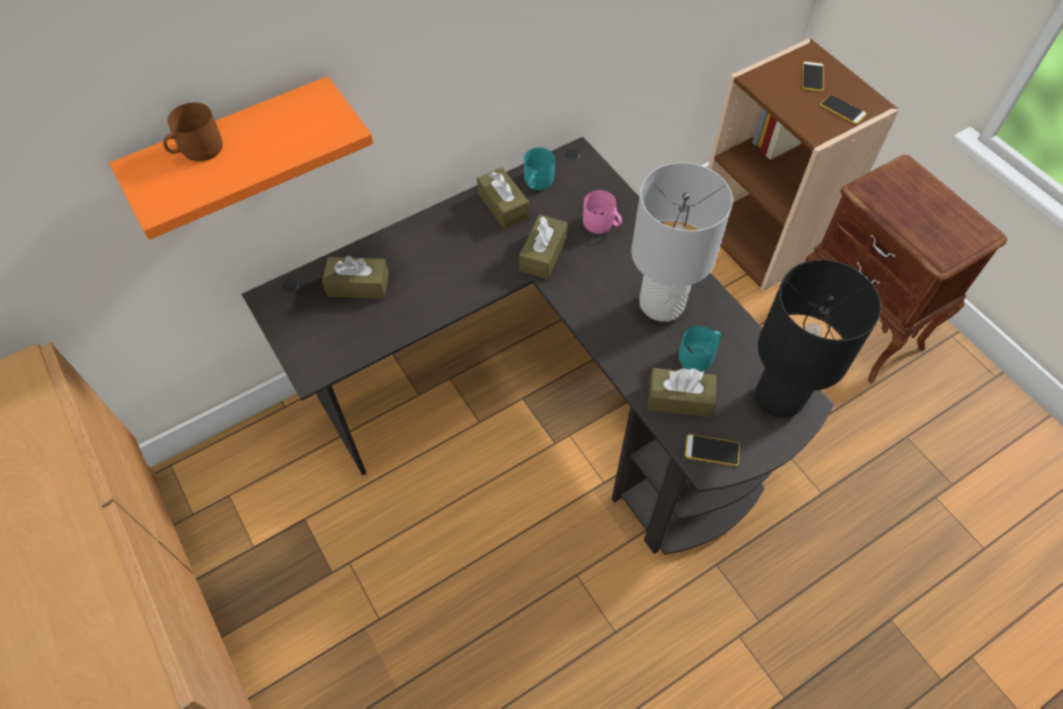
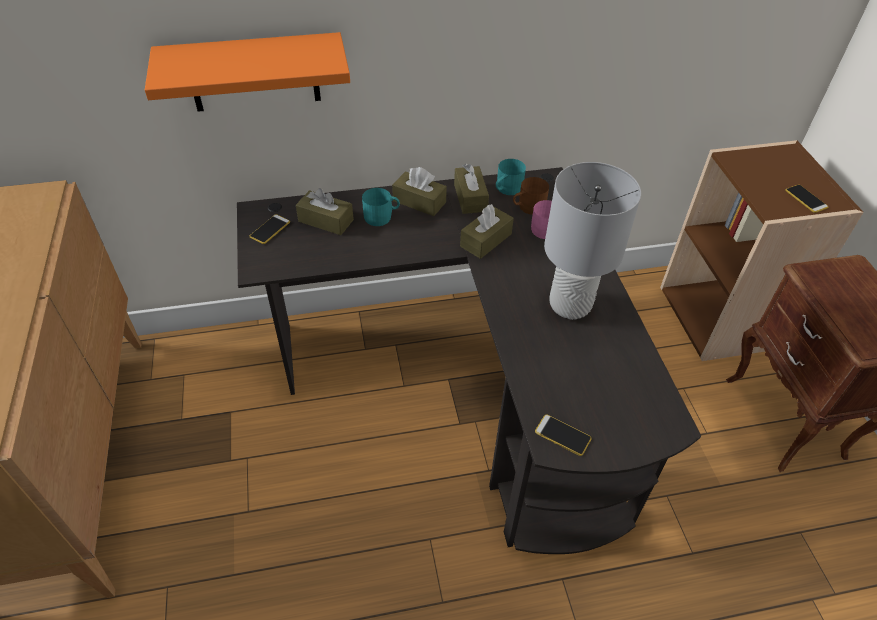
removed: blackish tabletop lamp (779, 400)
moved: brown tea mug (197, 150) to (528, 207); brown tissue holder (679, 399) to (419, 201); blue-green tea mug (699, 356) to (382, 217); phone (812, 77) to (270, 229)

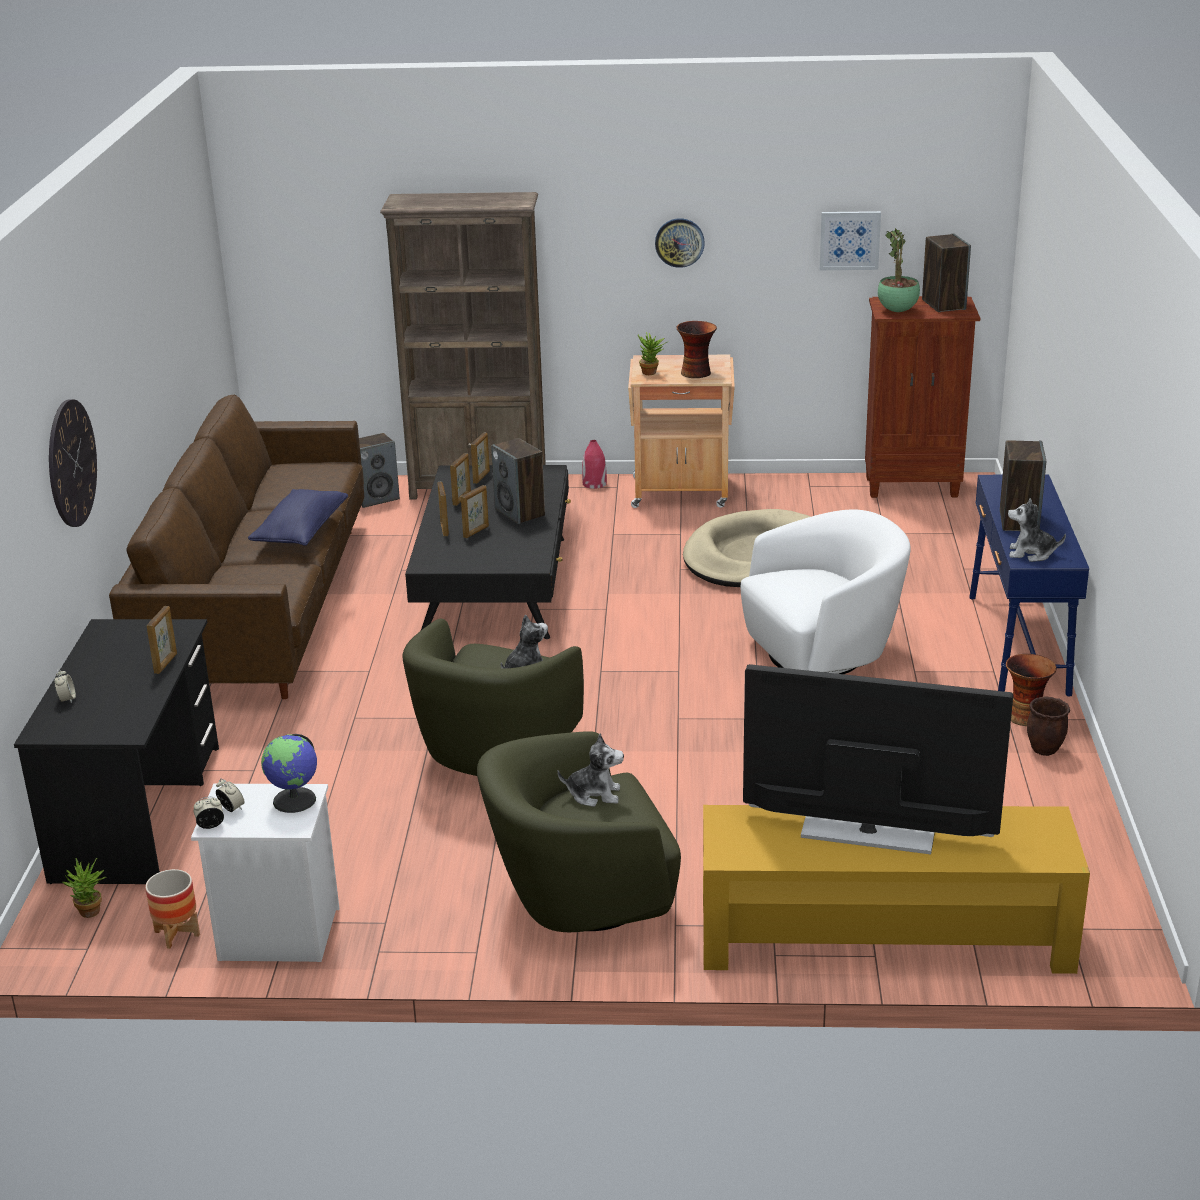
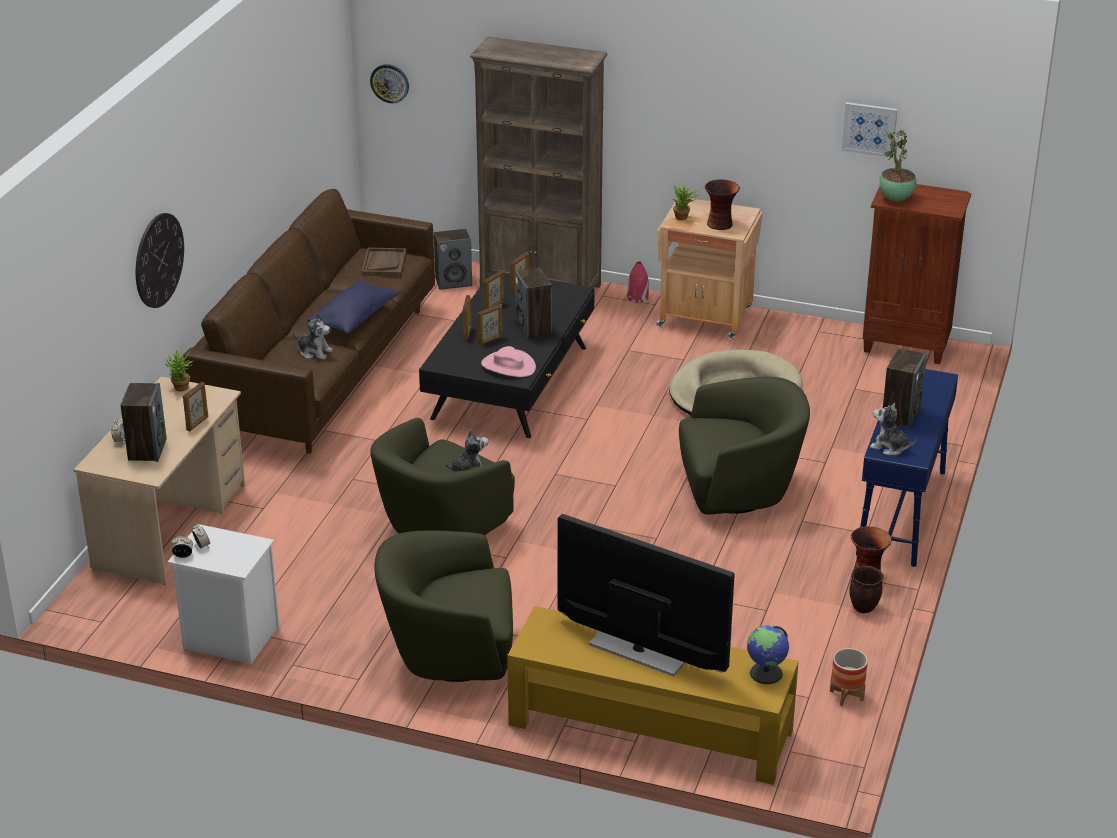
added: brown carrying tray (384, 264); pink-coloured clothing hat (508, 366)
moved: plant in a pot (91, 914) to (181, 389); plant pot (177, 933) to (846, 695); world globe (295, 800) to (766, 673); plush toy (594, 794) to (314, 352); hanging clock (679, 242) to (390, 83); speaker (943, 304) to (147, 449)
recoloured: blackish desk table (138, 812) to sand-coloured desk table (170, 526); white-coloured easy chair (824, 652) to green-coloured easy chair (739, 490)

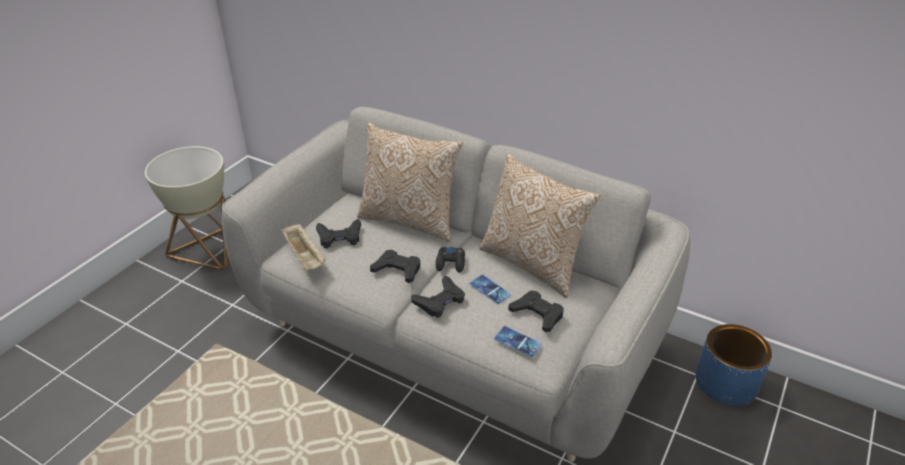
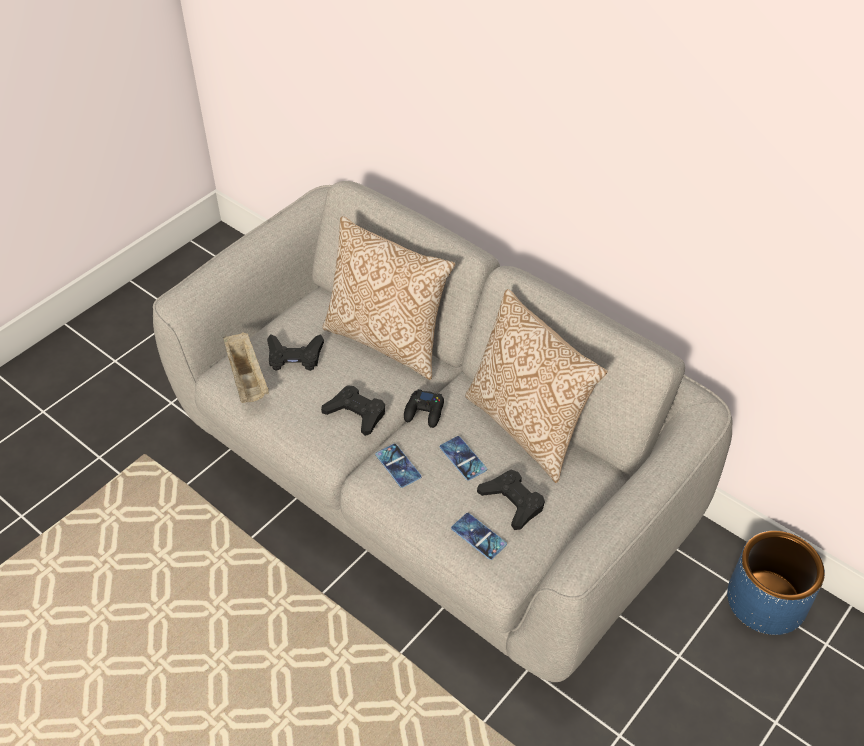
removed: plant pot (207, 250)
replaced: blackish gamepad (440, 301) to phone (398, 466)

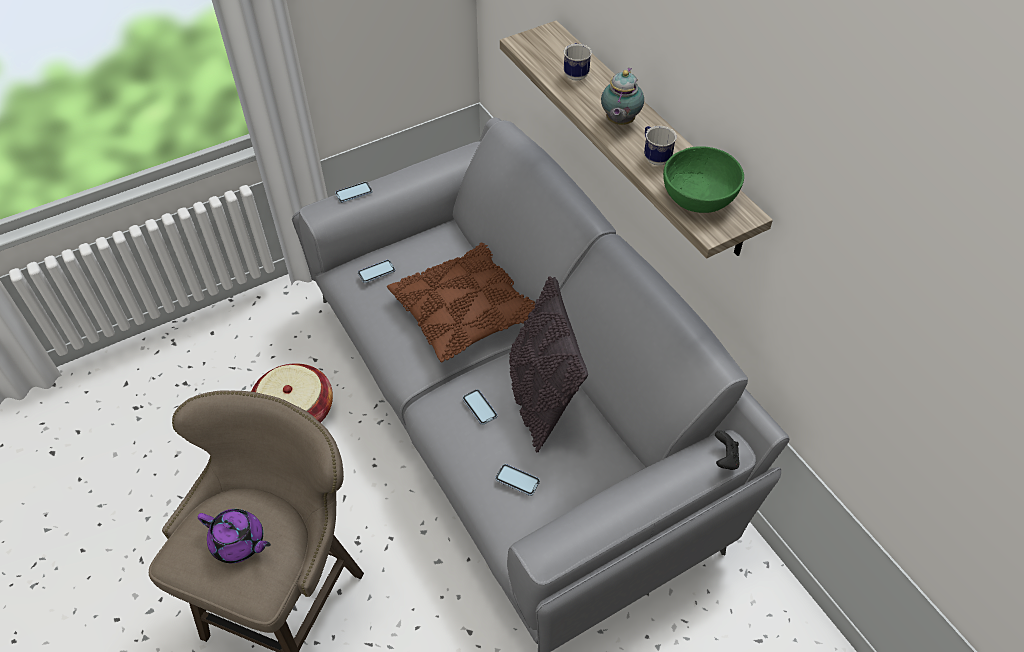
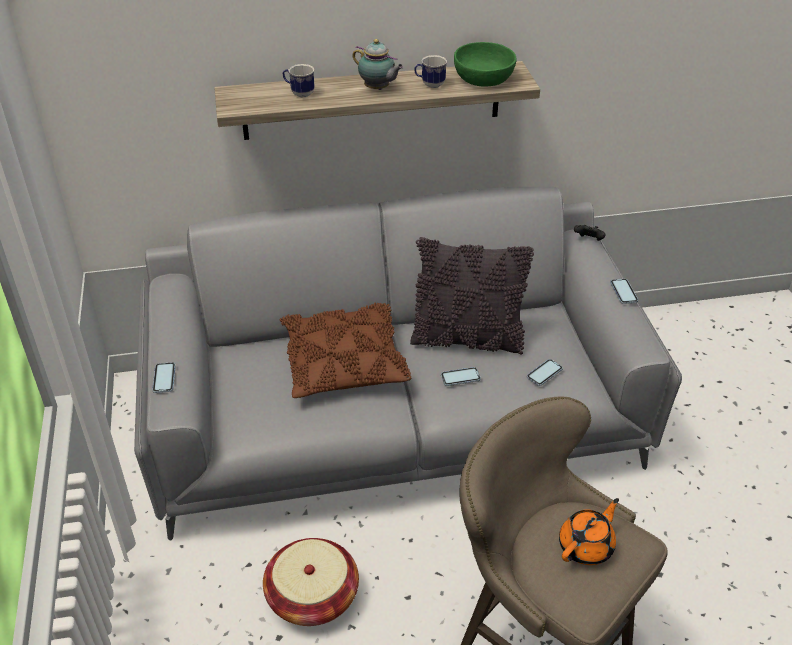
moved: phone (376, 272) to (623, 292)
recoloured: purple pot for tea (239, 543) to orange-coloured pot for tea (586, 546)

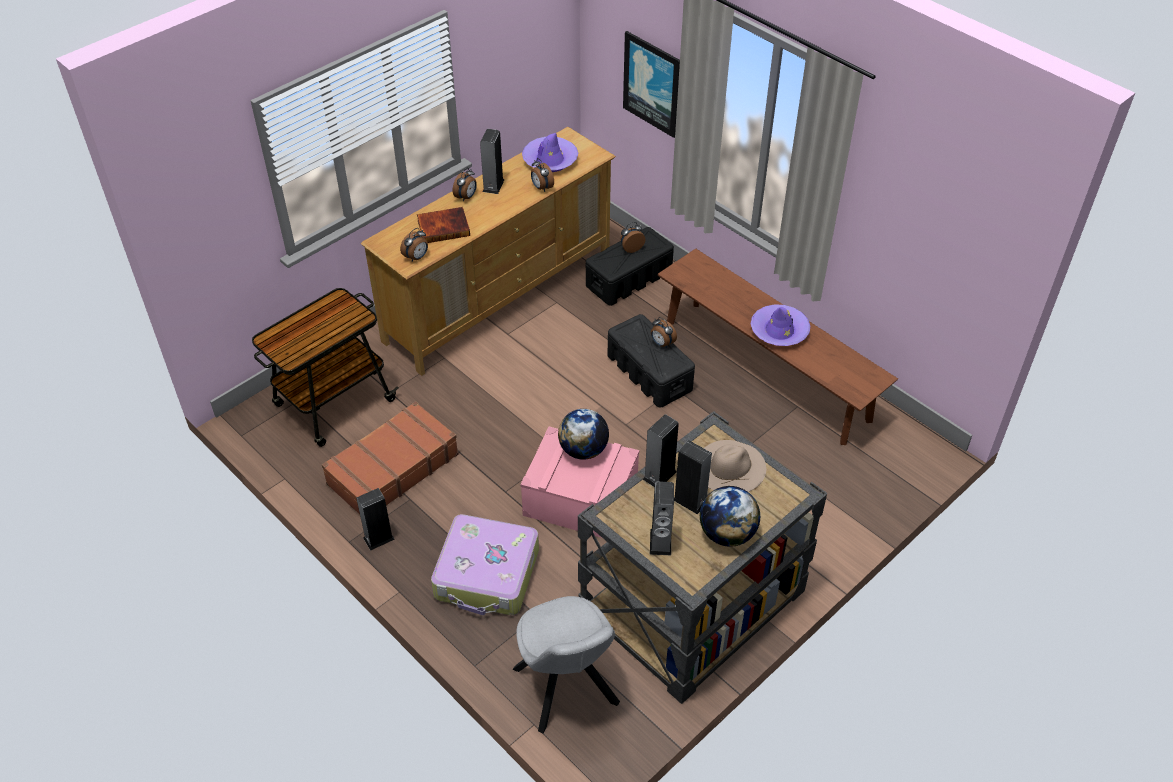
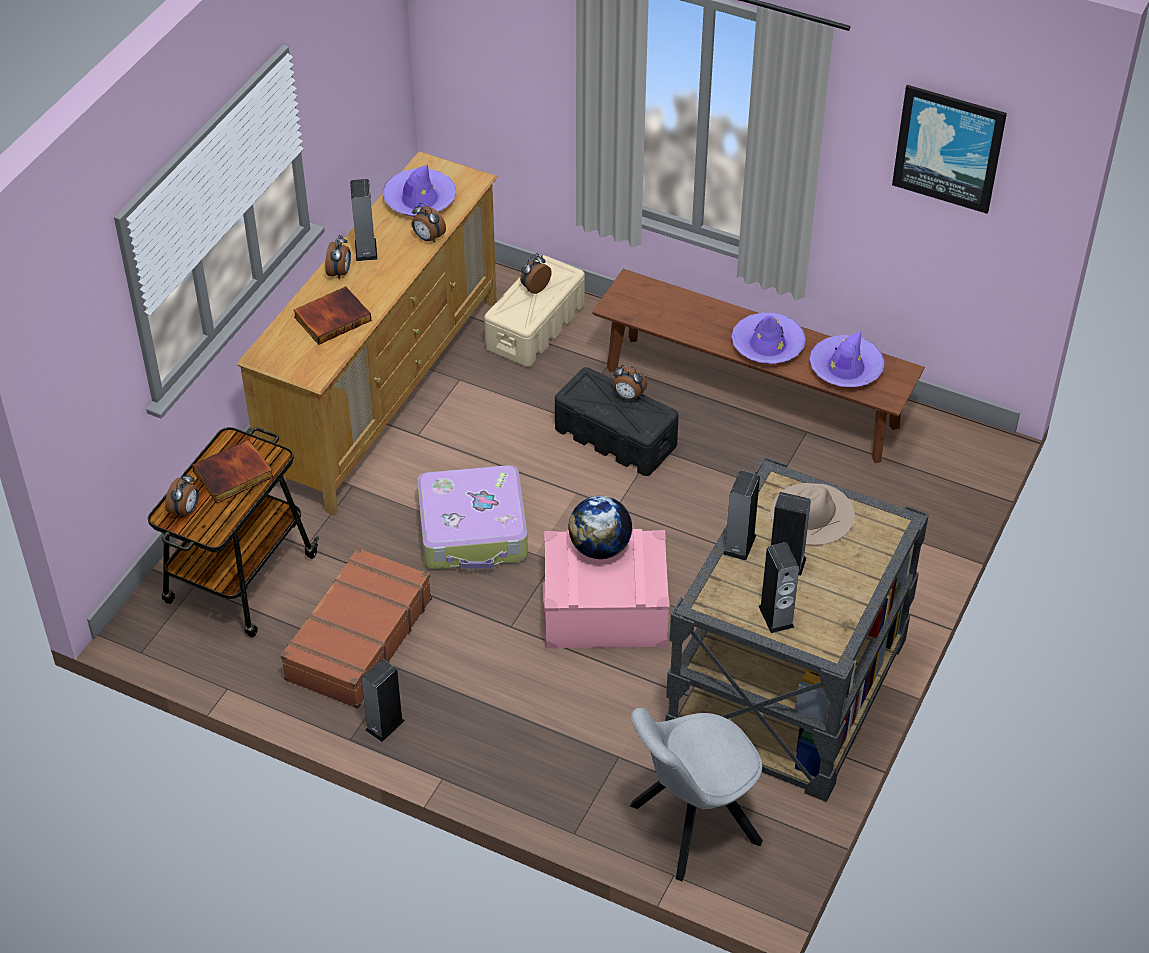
removed: world globe (727, 533)
added: book (233, 475); purple clothing hat (845, 368)
moved: table clock (416, 257) to (186, 510); travel case (487, 575) to (474, 531); wall art (652, 84) to (949, 148)
recoloured: blackish storage container (628, 279) to sand-coloured storage container (535, 327)
turned: greyish upright chair (566, 688) = (692, 825) 105 degrees clockwise

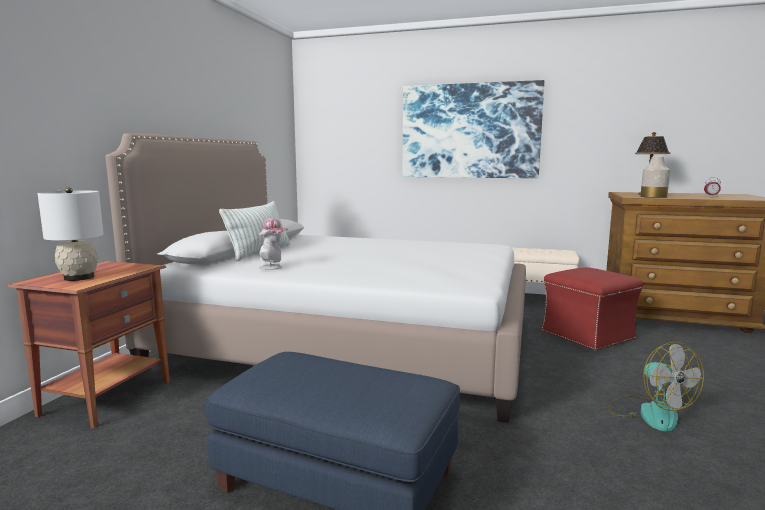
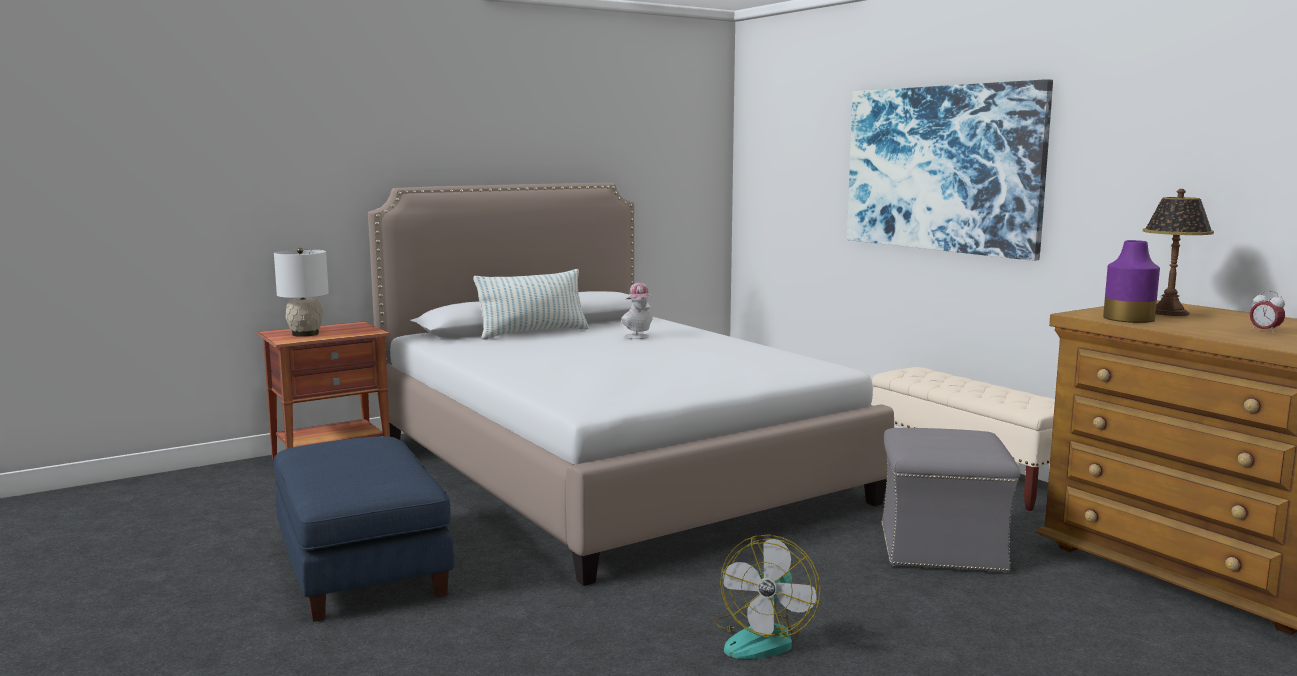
moved: clothing hat (273, 267) to (639, 337)
recoloured: reddish pouffe (588, 335) to greyish pouffe (942, 548); sand-coloured decorative vase (653, 196) to purple decorative vase (1129, 318)

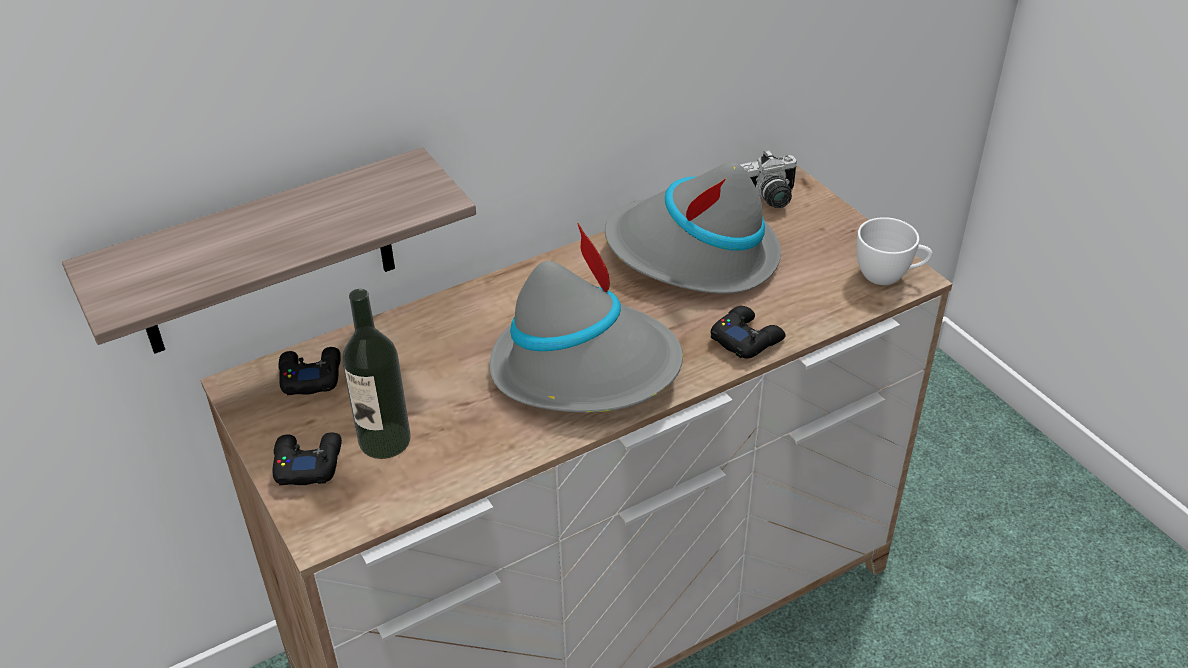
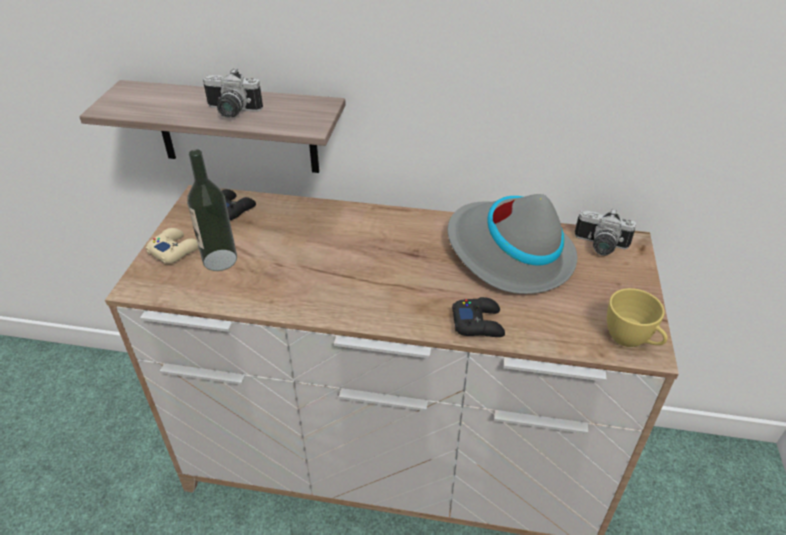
removed: greyish clothing hat (586, 367)
added: still camera (231, 112)
recoloured: blackish gamepad (307, 463) to sand-coloured gamepad (175, 250); white-coloured cup (888, 276) to yellow cup (631, 340)

